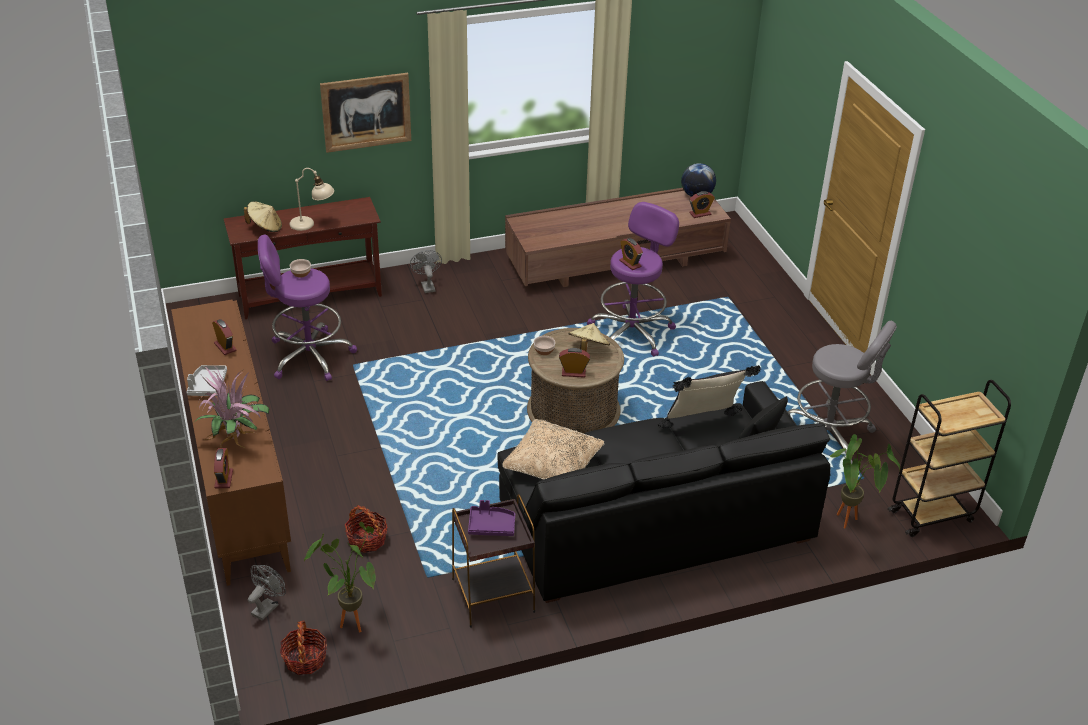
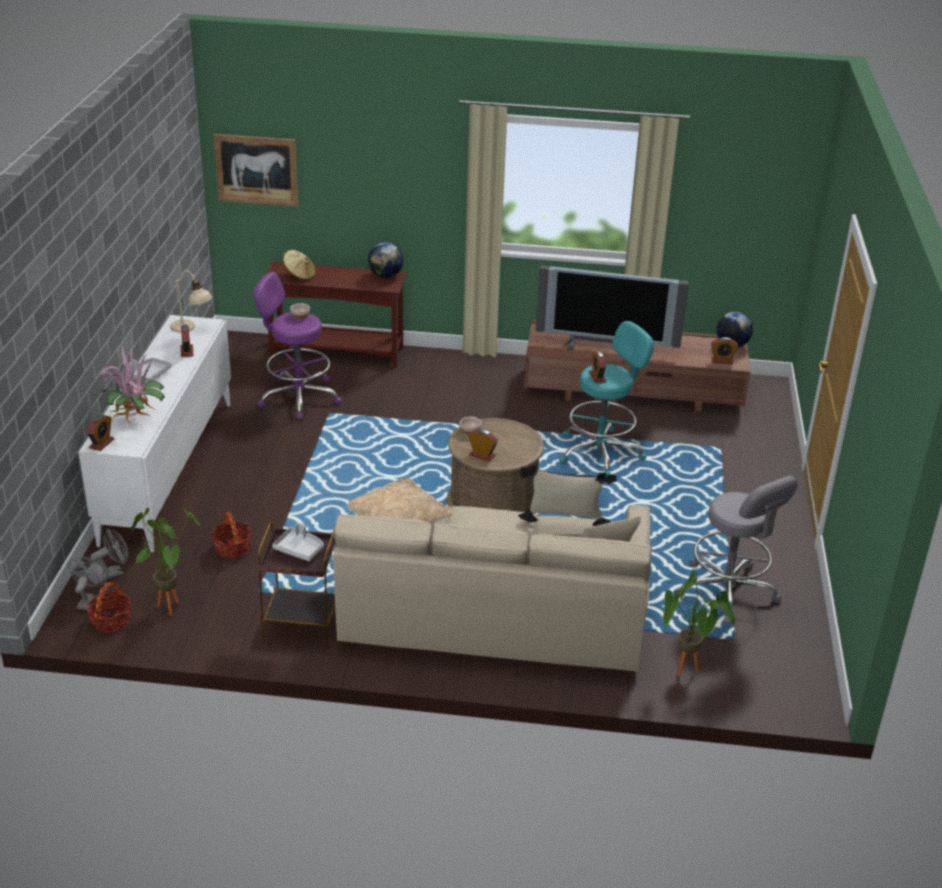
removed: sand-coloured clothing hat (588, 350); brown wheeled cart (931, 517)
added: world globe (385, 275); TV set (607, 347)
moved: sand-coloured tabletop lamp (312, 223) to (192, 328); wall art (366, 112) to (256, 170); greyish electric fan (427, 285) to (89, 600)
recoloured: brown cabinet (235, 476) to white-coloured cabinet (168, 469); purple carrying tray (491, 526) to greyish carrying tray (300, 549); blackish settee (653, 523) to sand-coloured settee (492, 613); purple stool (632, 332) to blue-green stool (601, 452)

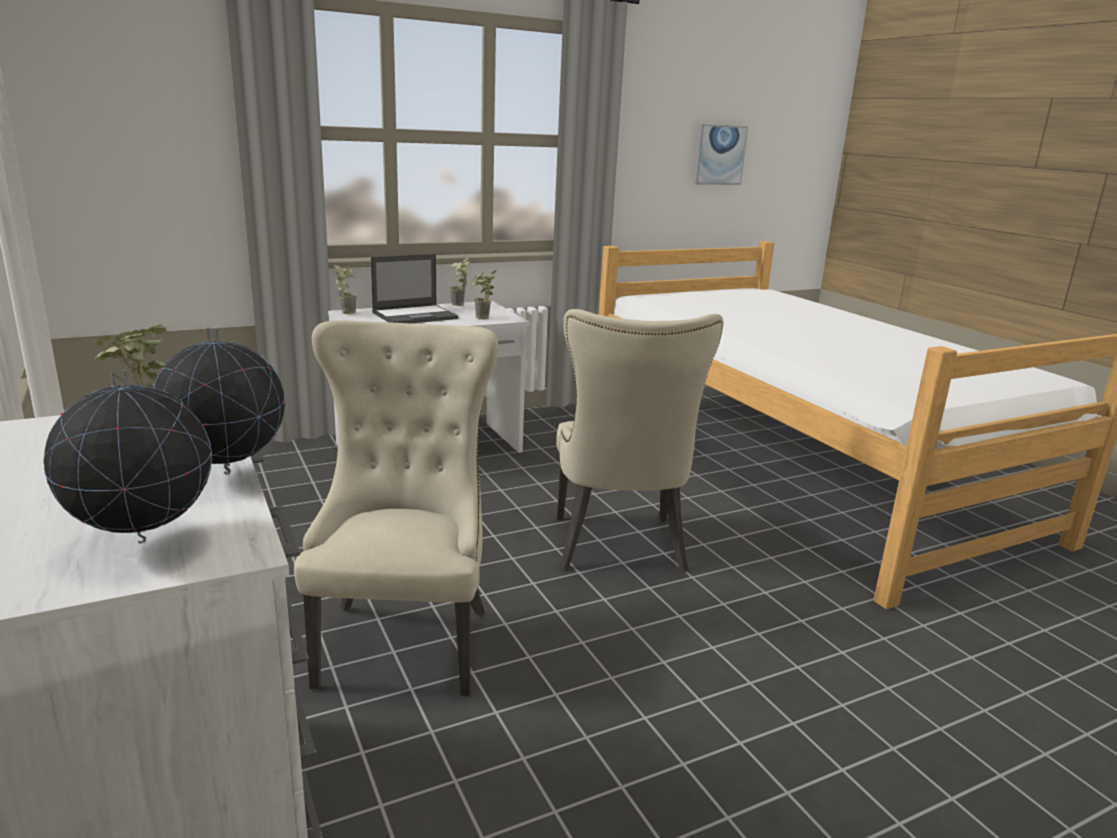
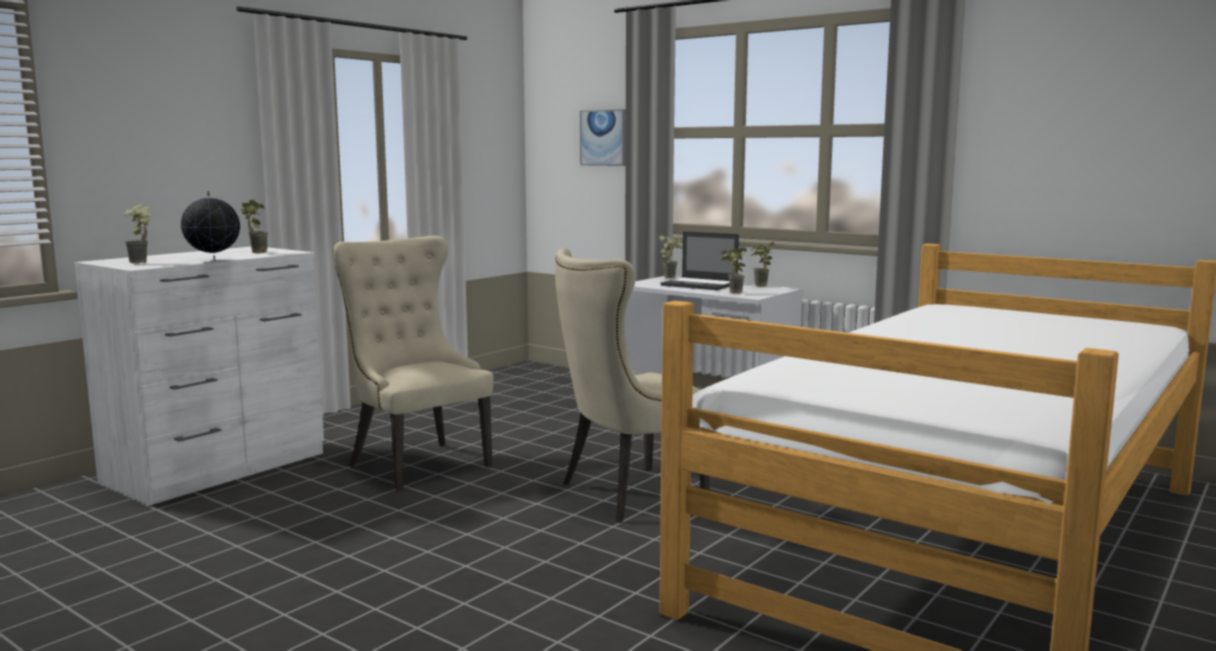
moved: wall art (719, 155) to (603, 138)
replaced: world globe (145, 542) to plant in a pot (143, 263)
turned: sand-coloured upright chair (403, 644) = (418, 465) 105 degrees counterclockwise

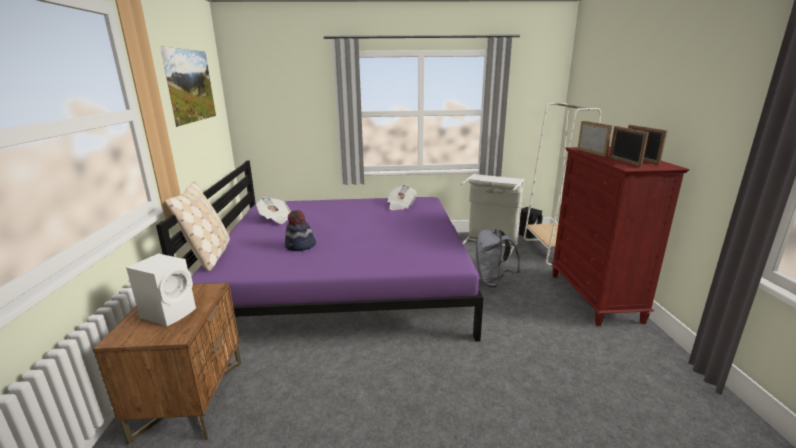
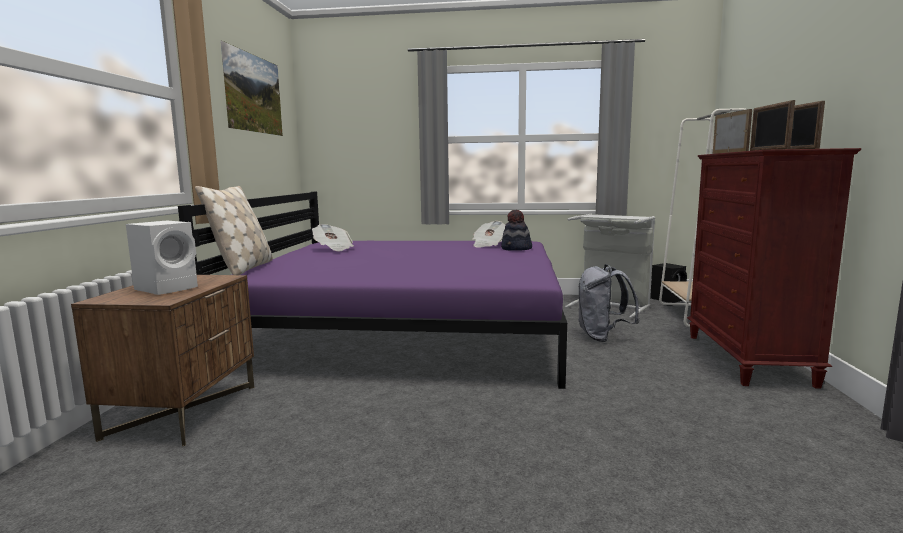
moved: clothing hat (300, 246) to (516, 249)

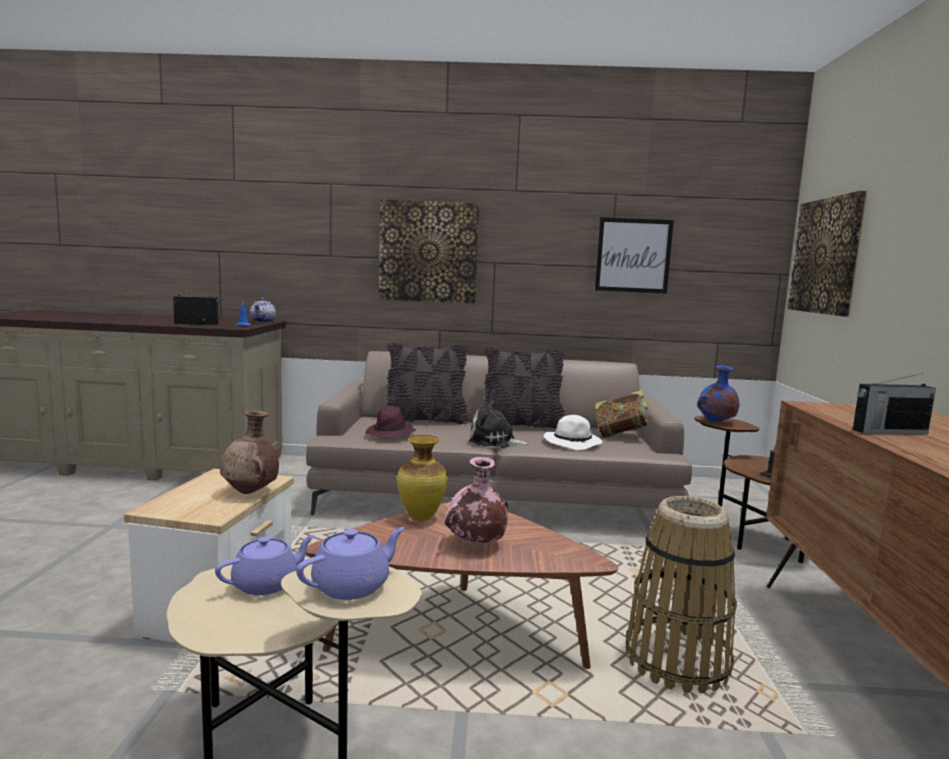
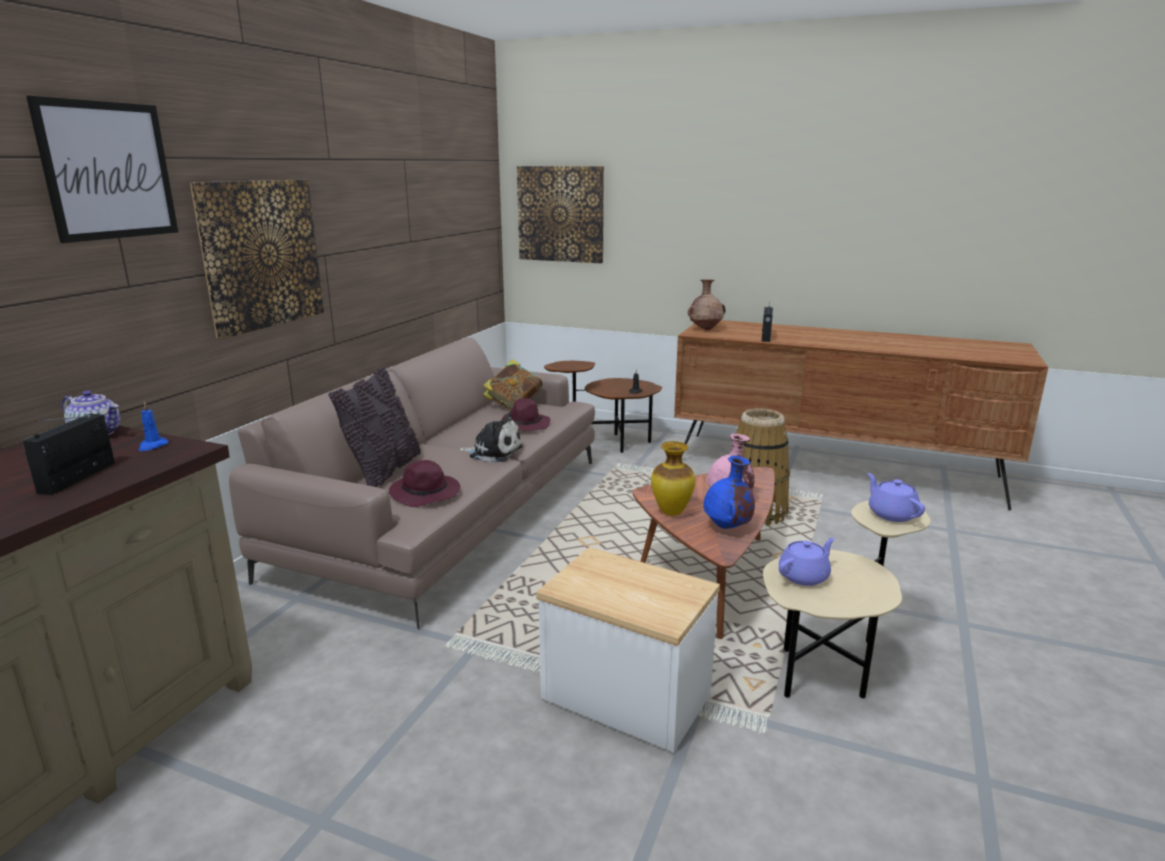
removed: blackish throw pillow (522, 426)
moved: brown decorative vase (251, 492) to (706, 329); wall art (633, 255) to (108, 171); blue decorative vase (715, 422) to (727, 527)
recoloured: white-coloured clothing hat (573, 443) to purple clothing hat (524, 425)
turned: purple pot for tea (267, 584) = (804, 576) 75 degrees clockwise; plush toy (495, 442) = (493, 452) 105 degrees counterclockwise

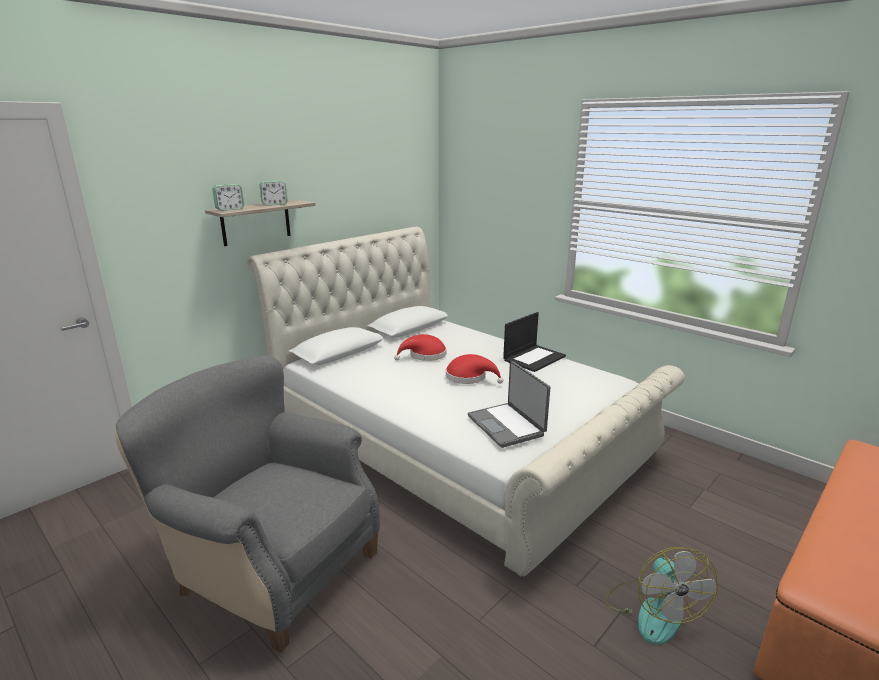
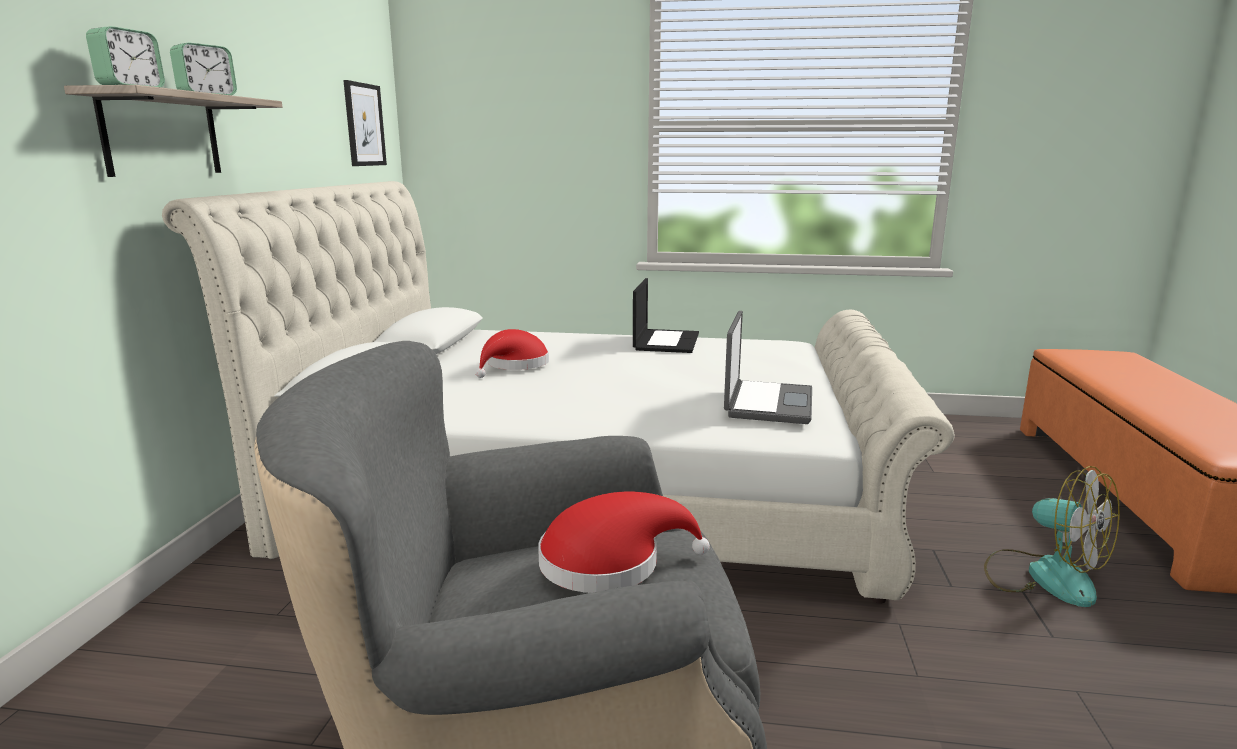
added: wall art (364, 125)
moved: reddish clothing hat (469, 377) to (609, 562)
turned: portable computer (507, 425) = (767, 403) 105 degrees counterclockwise

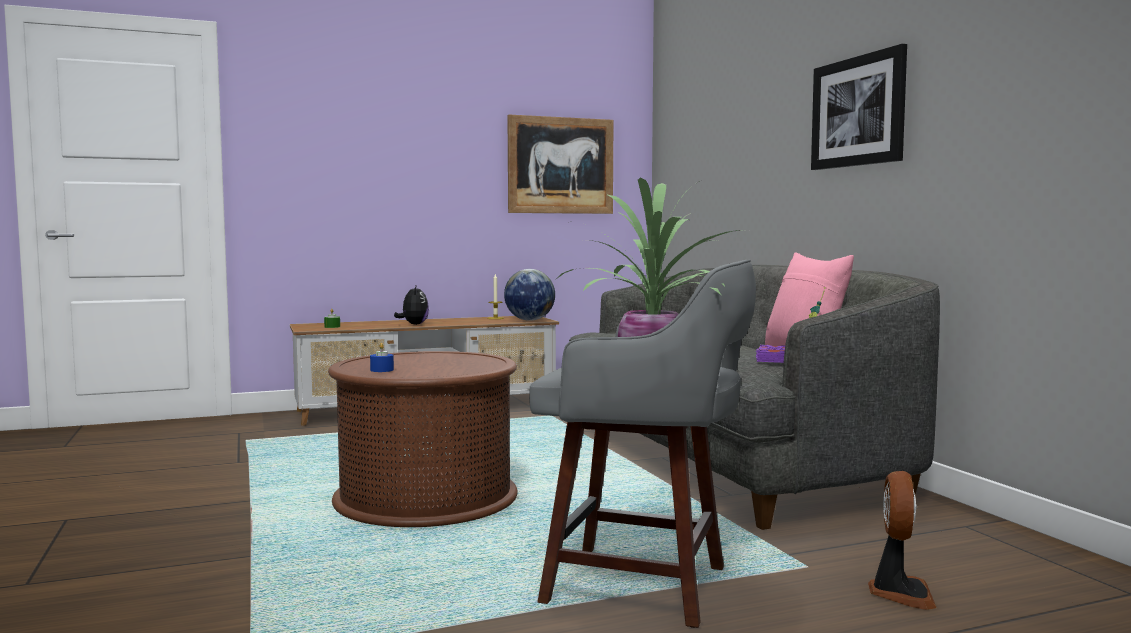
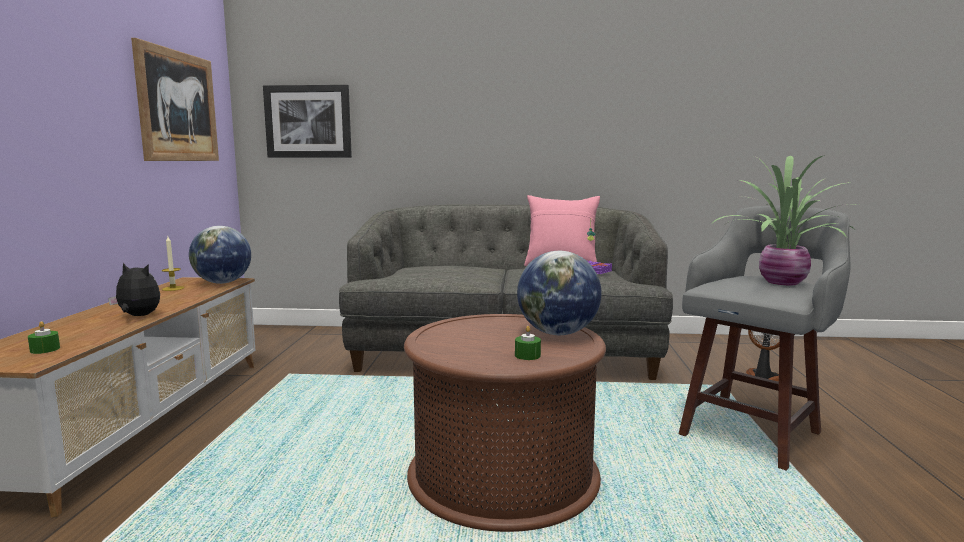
added: world globe (557, 333)
moved: wall art (858, 111) to (308, 121)
recoloured: blue candle (382, 370) to green-coloured candle (527, 355)

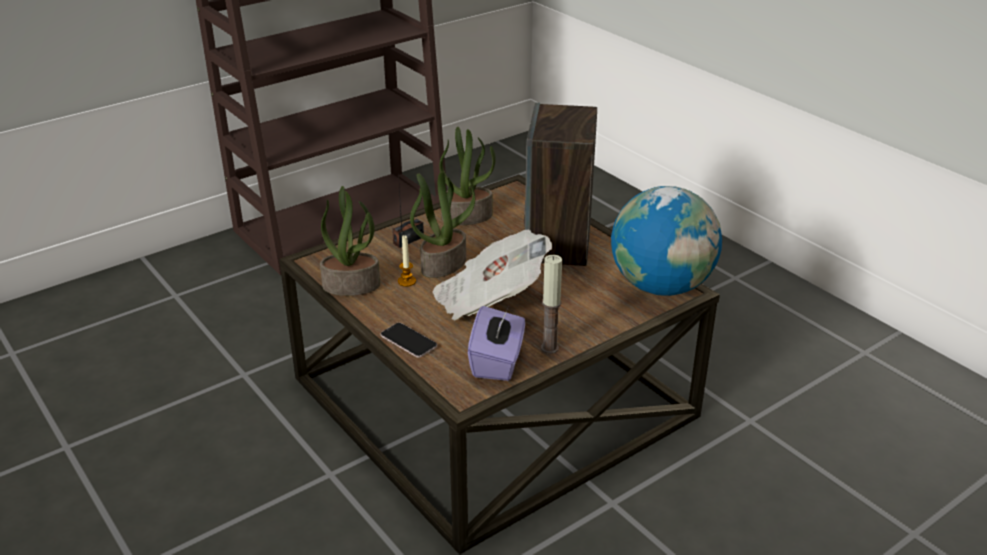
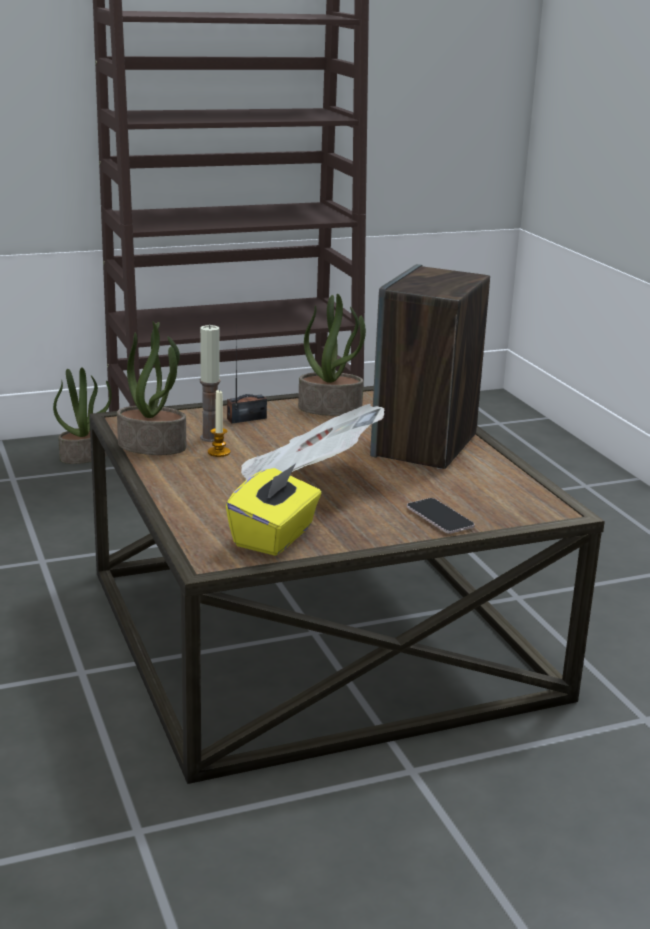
removed: world globe (661, 286)
moved: phone (408, 341) to (439, 517); plant in a pot (443, 264) to (84, 456); candle (549, 348) to (210, 438)
recoloured: purple tissue holder (497, 361) to yellow tissue holder (274, 537)

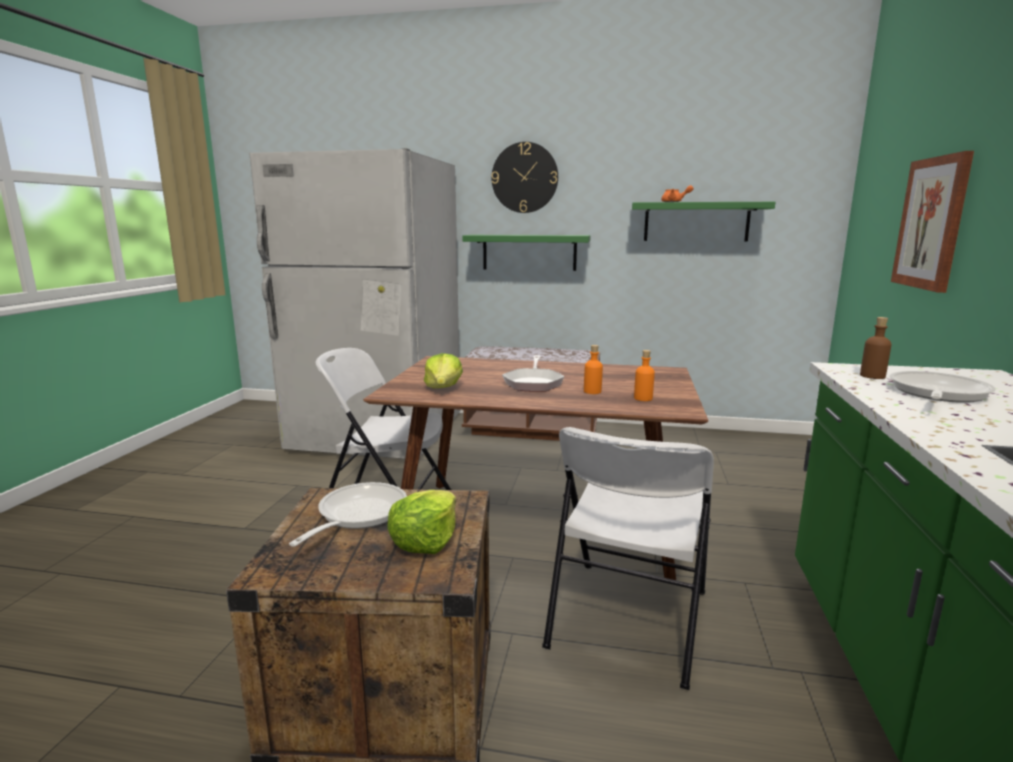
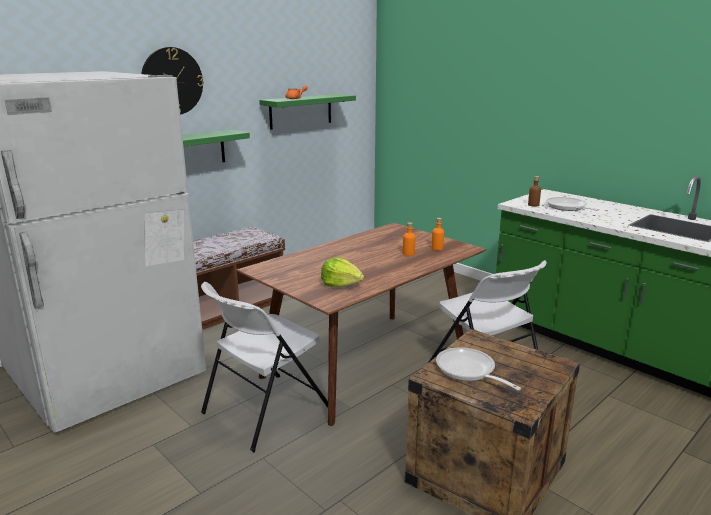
removed: lettuce (425, 541); skillet (533, 383); wall art (931, 223)

